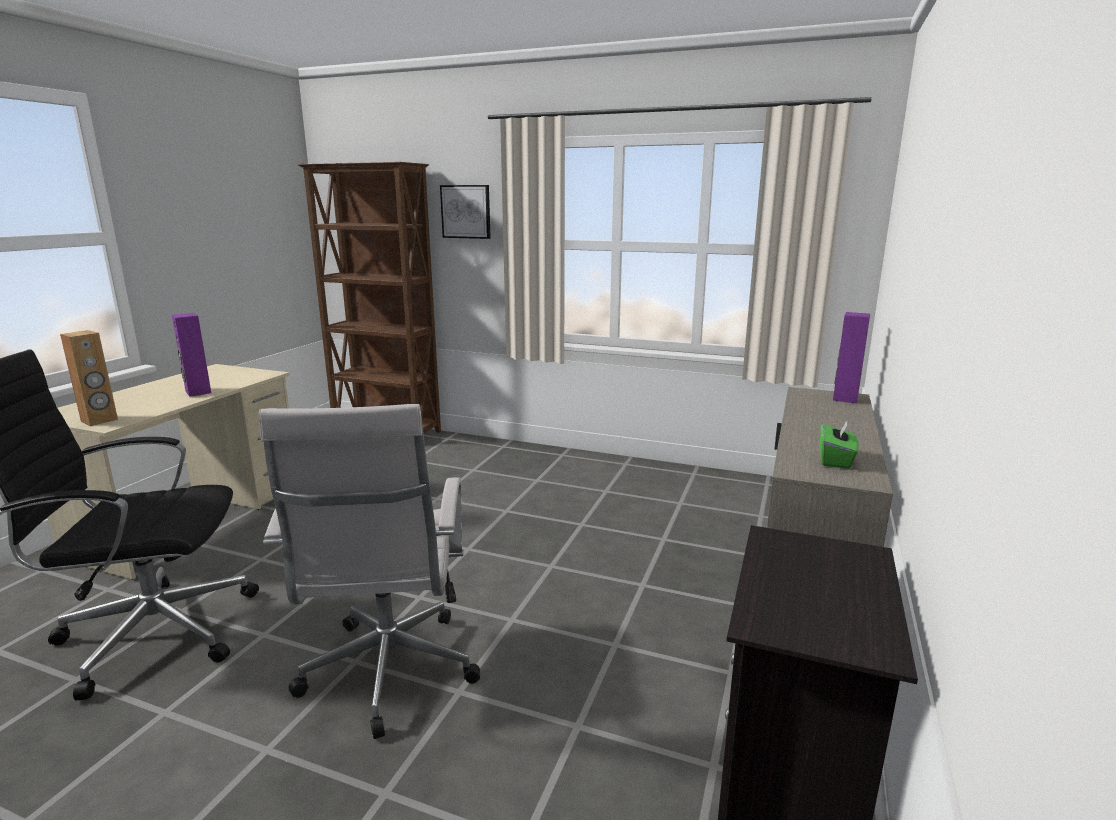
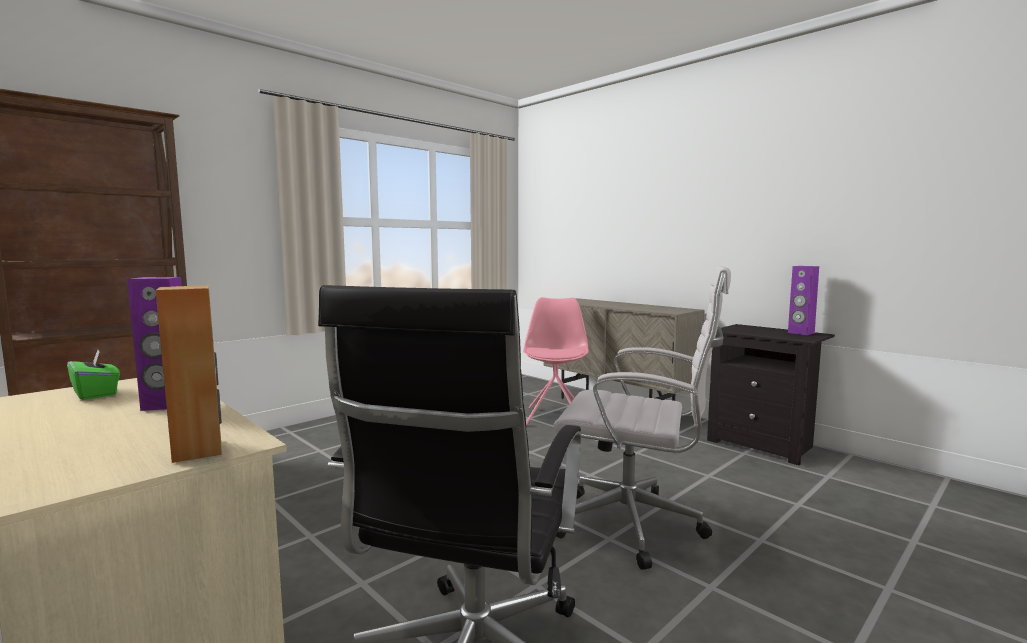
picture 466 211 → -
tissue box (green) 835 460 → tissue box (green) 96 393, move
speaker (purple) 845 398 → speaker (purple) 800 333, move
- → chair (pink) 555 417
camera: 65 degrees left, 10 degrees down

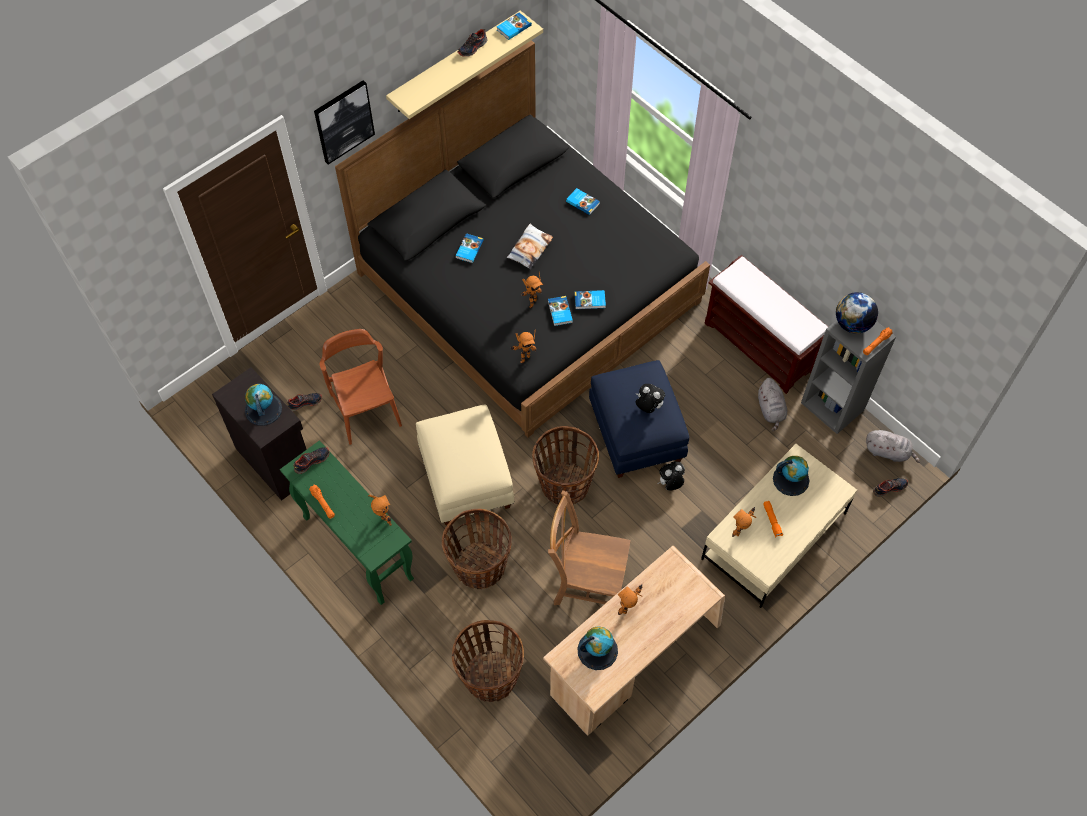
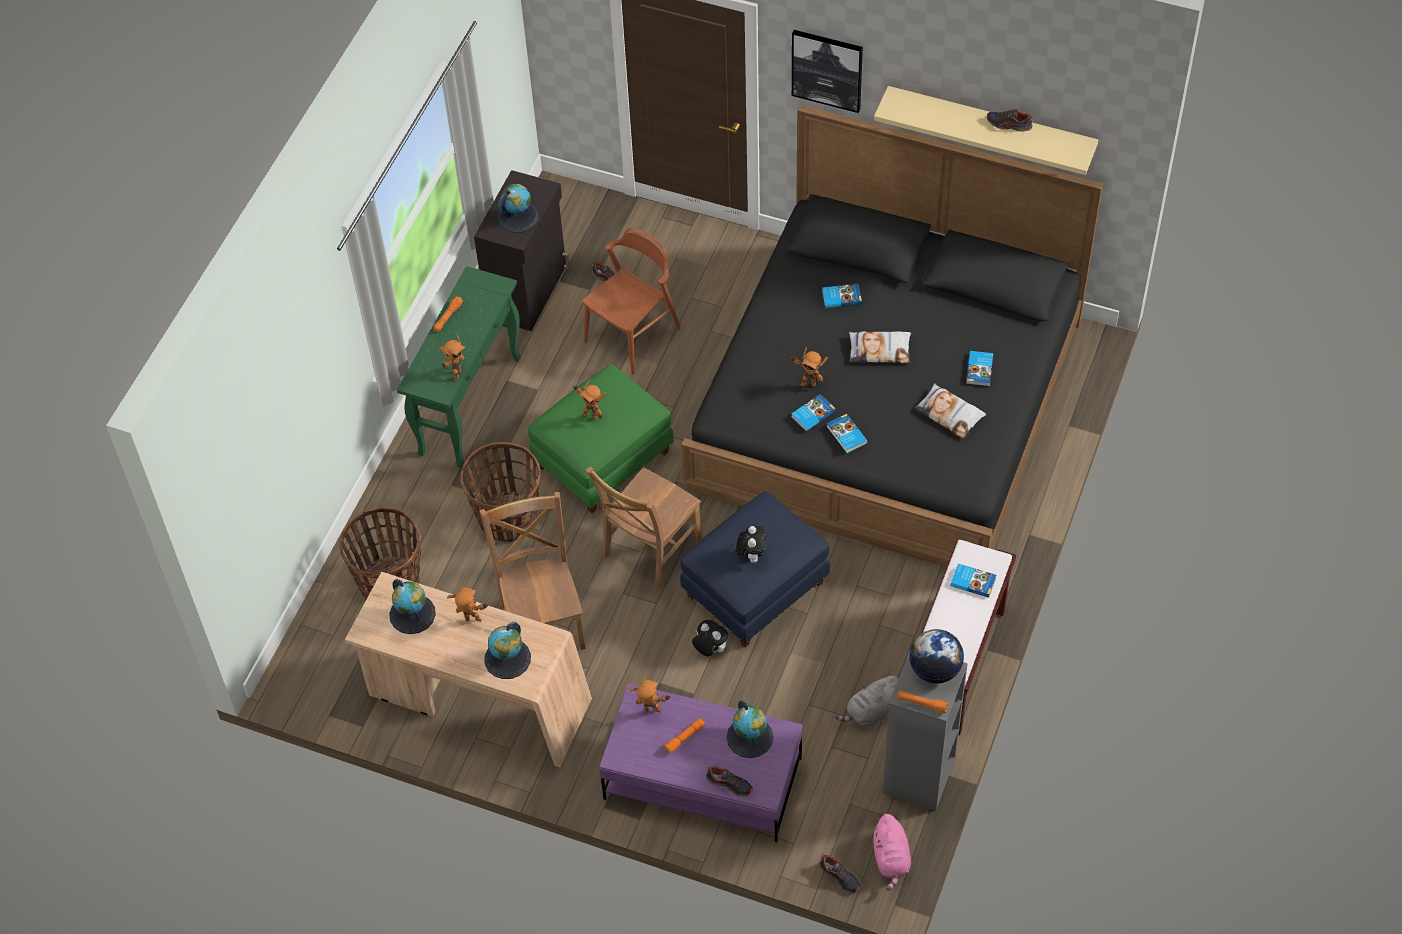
shoe 312 461 → shoe 729 784, move
ottoman (beige) 465 479 → ottoman (green) 602 458
book 513 27 → book 973 581, move
toy robot 523 358 → toy robot 590 415, move
basket 564 485 → chair (brown) 649 550
coffee table (beige) 774 536 → coffee table (purple) 702 779
plush toy (grey) 888 452 → plush toy (pink) 891 858
- → globe 507 658
- → pillow 950 414
camera: 65 degrees right, 5 degrees down

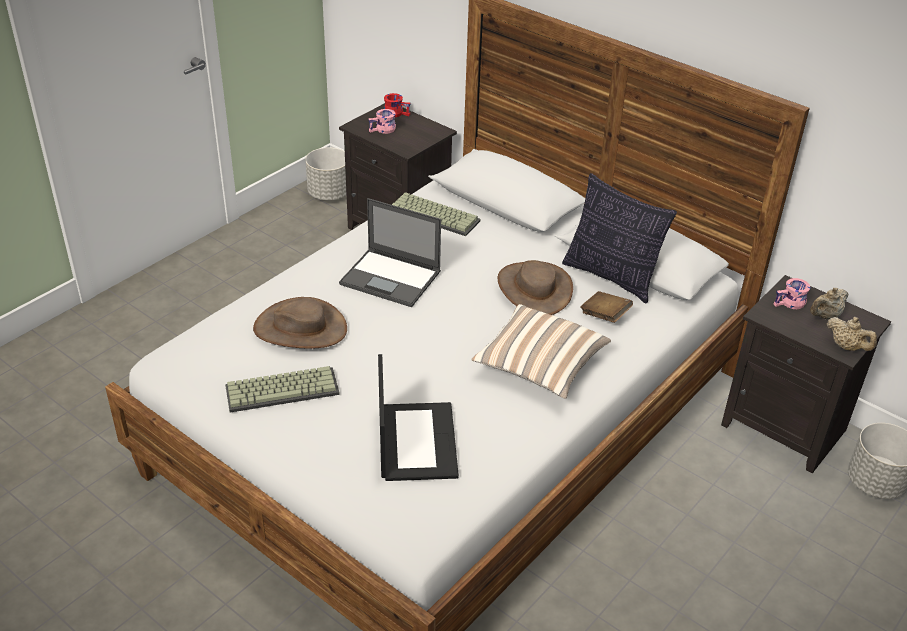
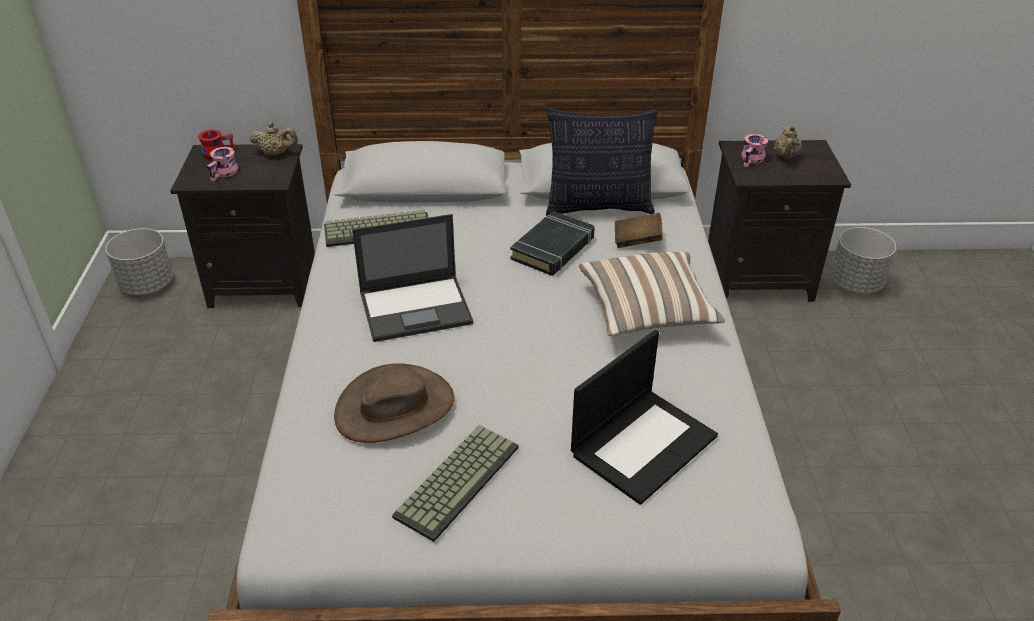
laptop 416 441 → laptop 643 444, 90 degrees clockwise
hat (brown) 534 289 → book (black) 553 249
teapot (beige) 847 347 → teapot (beige) 276 153, move
camera: 40 degrees left, 0 degrees up

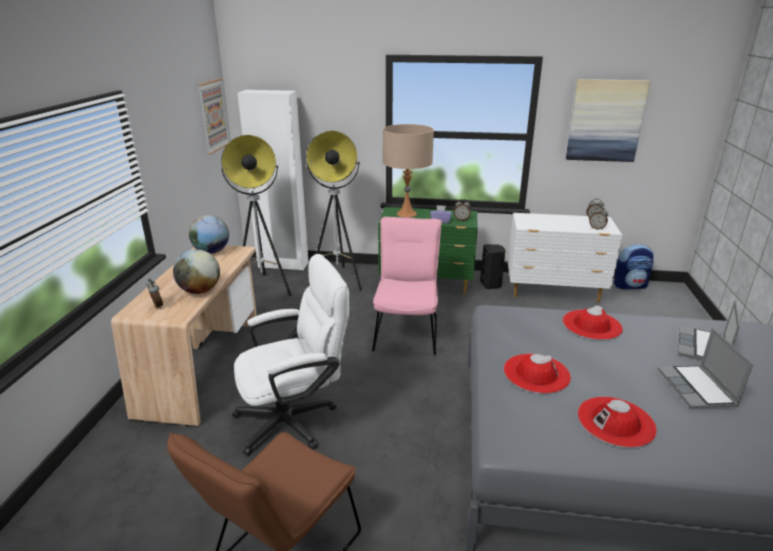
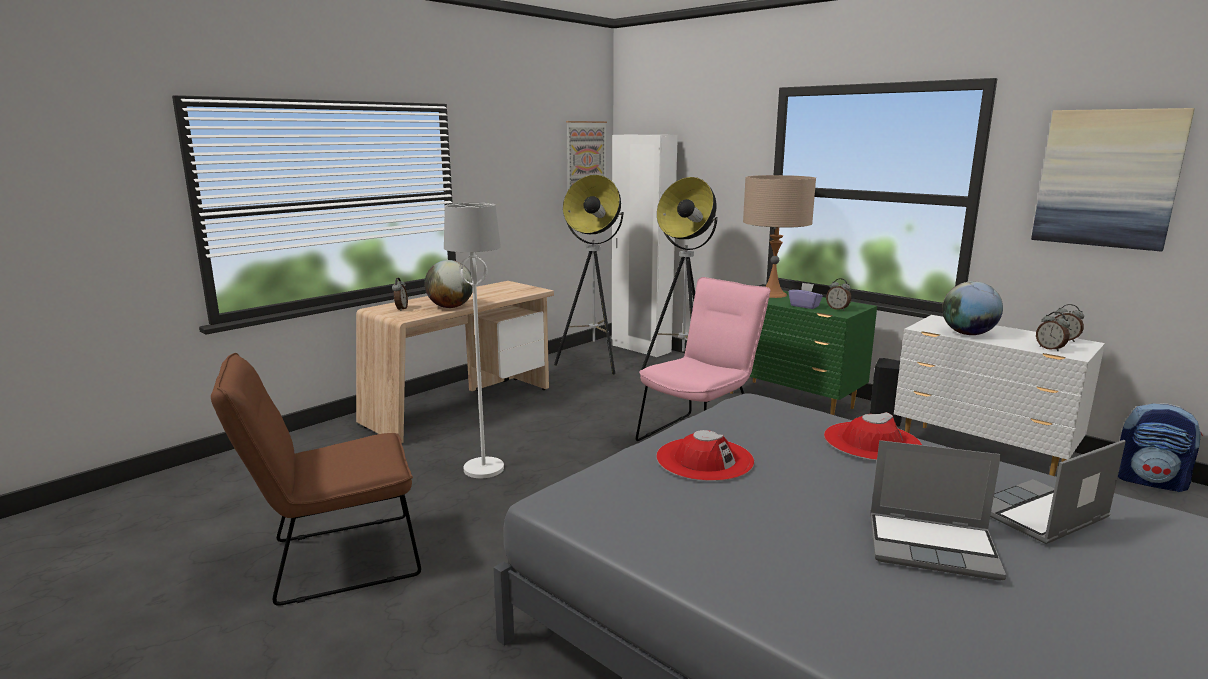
globe 211 252 → globe 967 334, move
office chair (white) 295 419 → floor lamp (white) 484 469
hat (red) 616 421 → -
laptop 697 388 → laptop 933 546, 105 degrees counterclockwise
camera: 35 degrees right, 10 degrees down

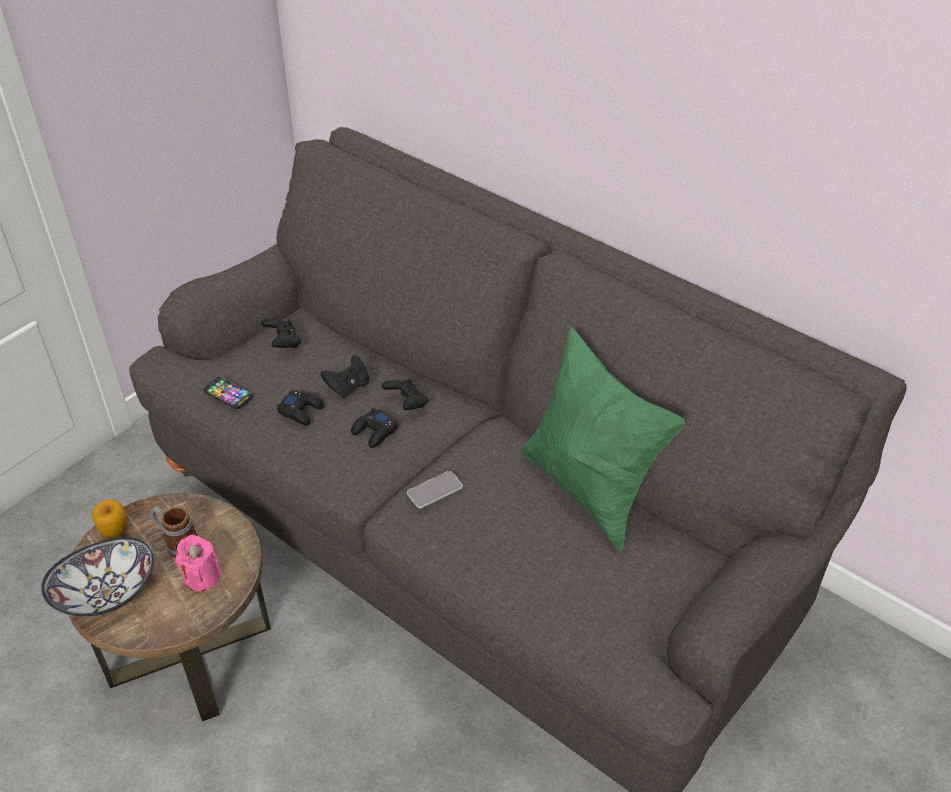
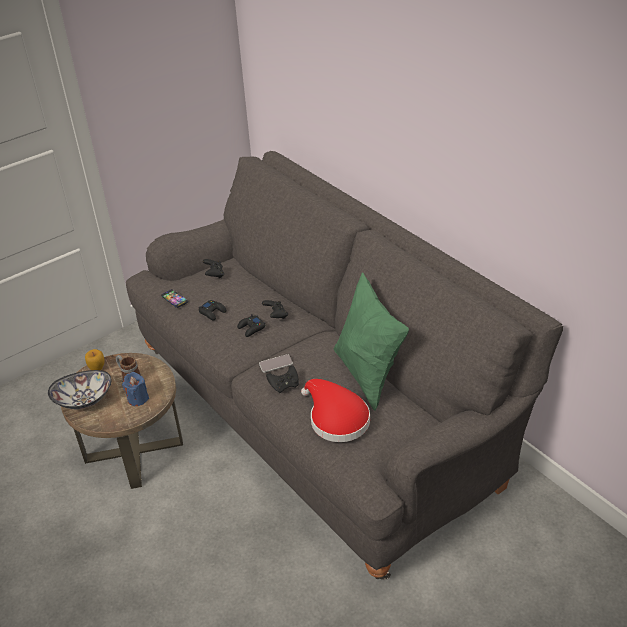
candle (pink) 202 577 → candle (blue) 138 398
game controller (black) 348 386 → game controller (black) 284 386, move
- → hat (red) 336 419
camera: 15 degrees right, 5 degrees down

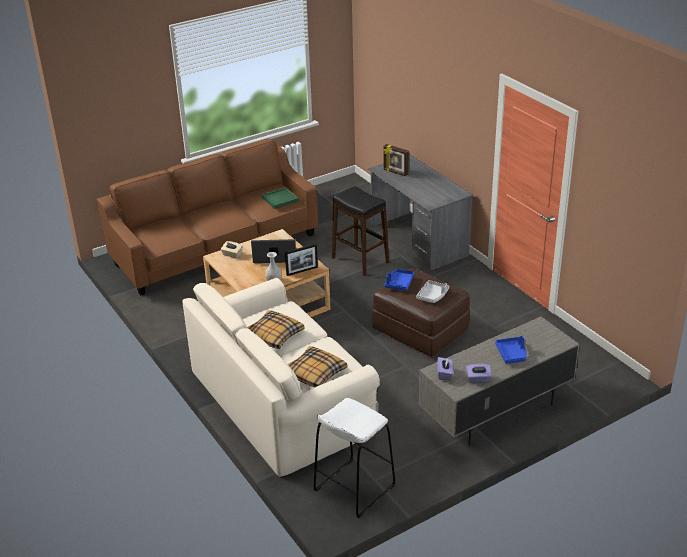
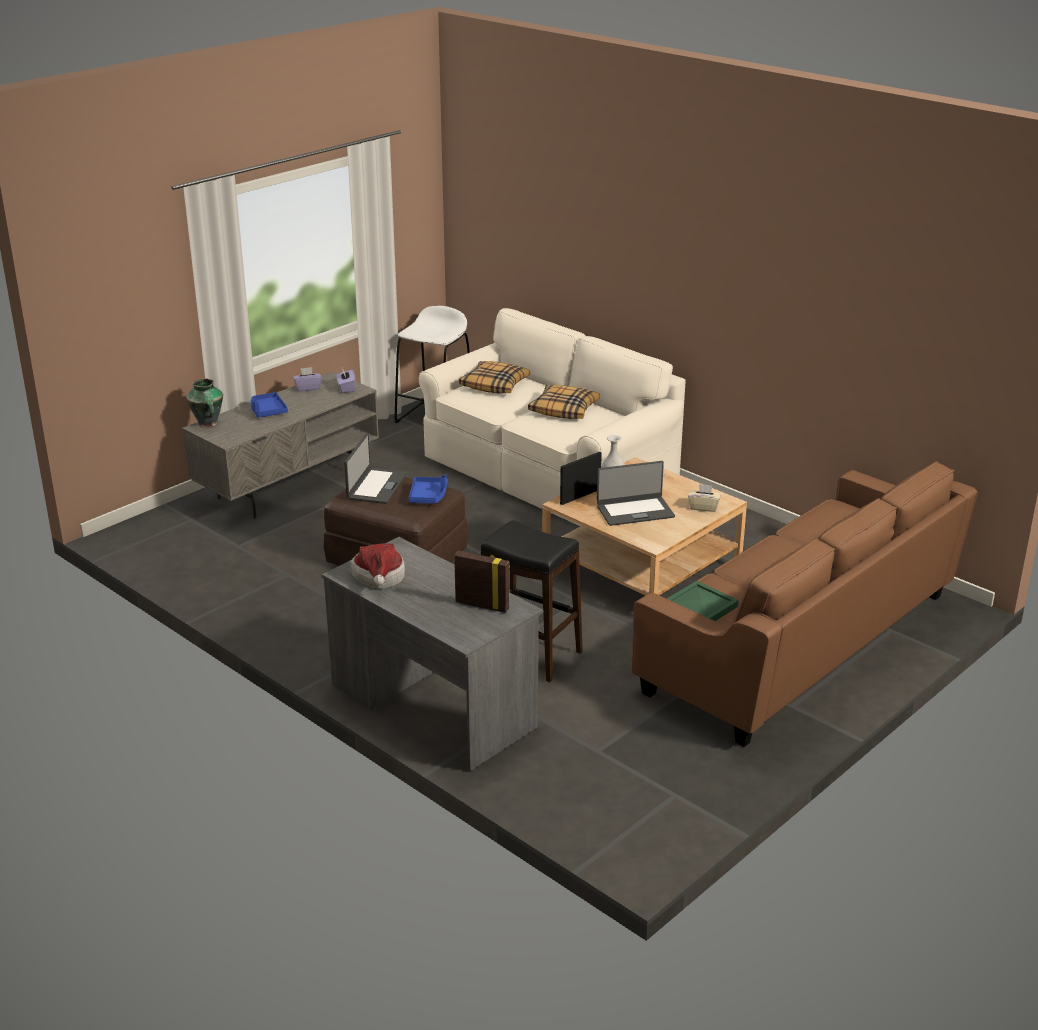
tray (grey) 432 296 → laptop 376 486
- → vase 208 424
- → hat 379 578
camera: 165 degrees right, 5 degrees down

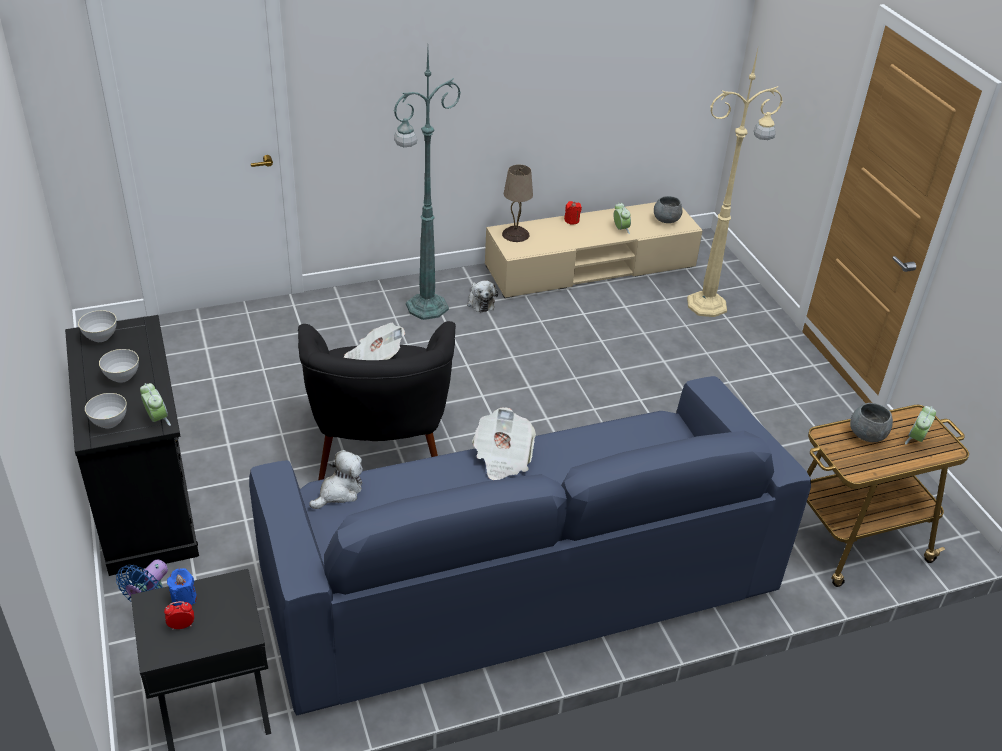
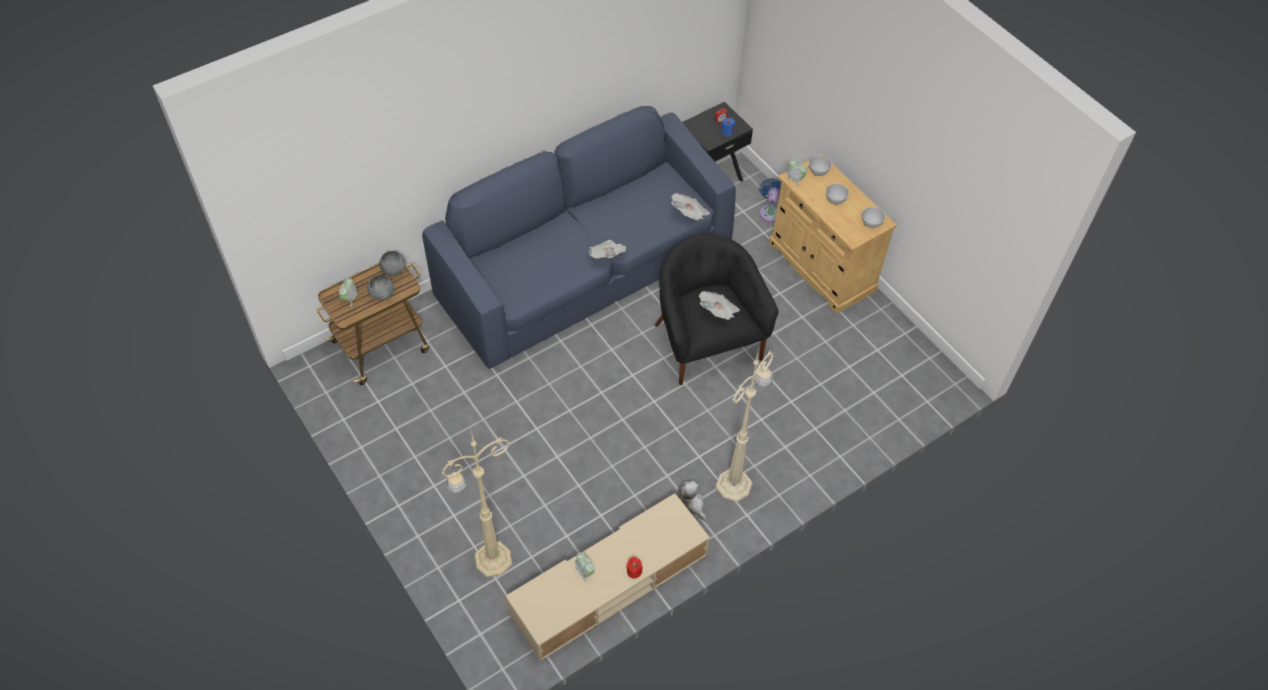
cabinet (black) 146 501 → cabinet (beige) 821 267
plush toy 339 492 → newspaper 689 214
floor lamp (green) 425 307 → floor lamp (beige) 735 483
table lamp (beige) 516 234 → -
bowl (grey) 666 220 → bowl (grey) 393 270, move
camera: 165 degrees right, 15 degrees up

